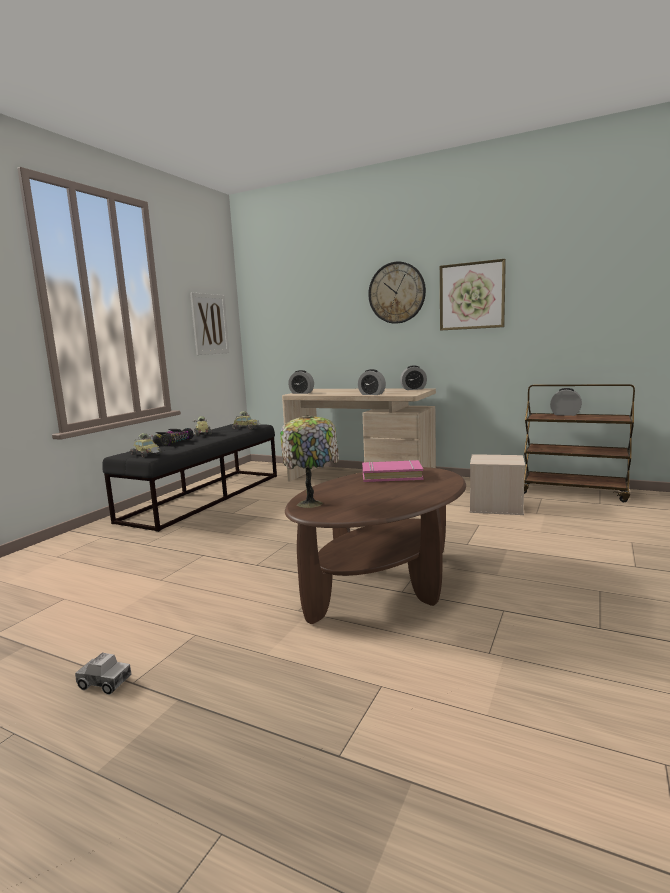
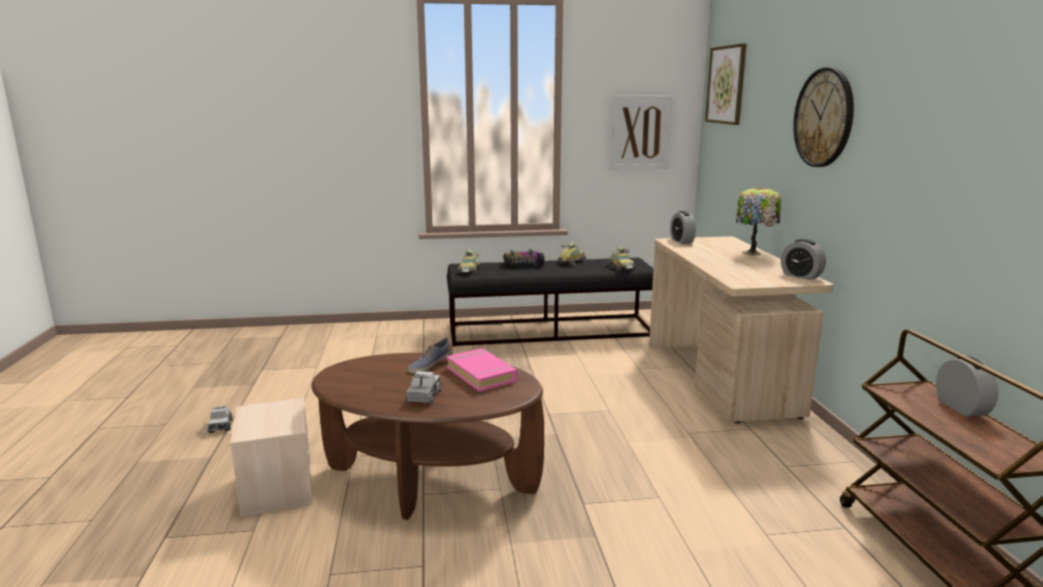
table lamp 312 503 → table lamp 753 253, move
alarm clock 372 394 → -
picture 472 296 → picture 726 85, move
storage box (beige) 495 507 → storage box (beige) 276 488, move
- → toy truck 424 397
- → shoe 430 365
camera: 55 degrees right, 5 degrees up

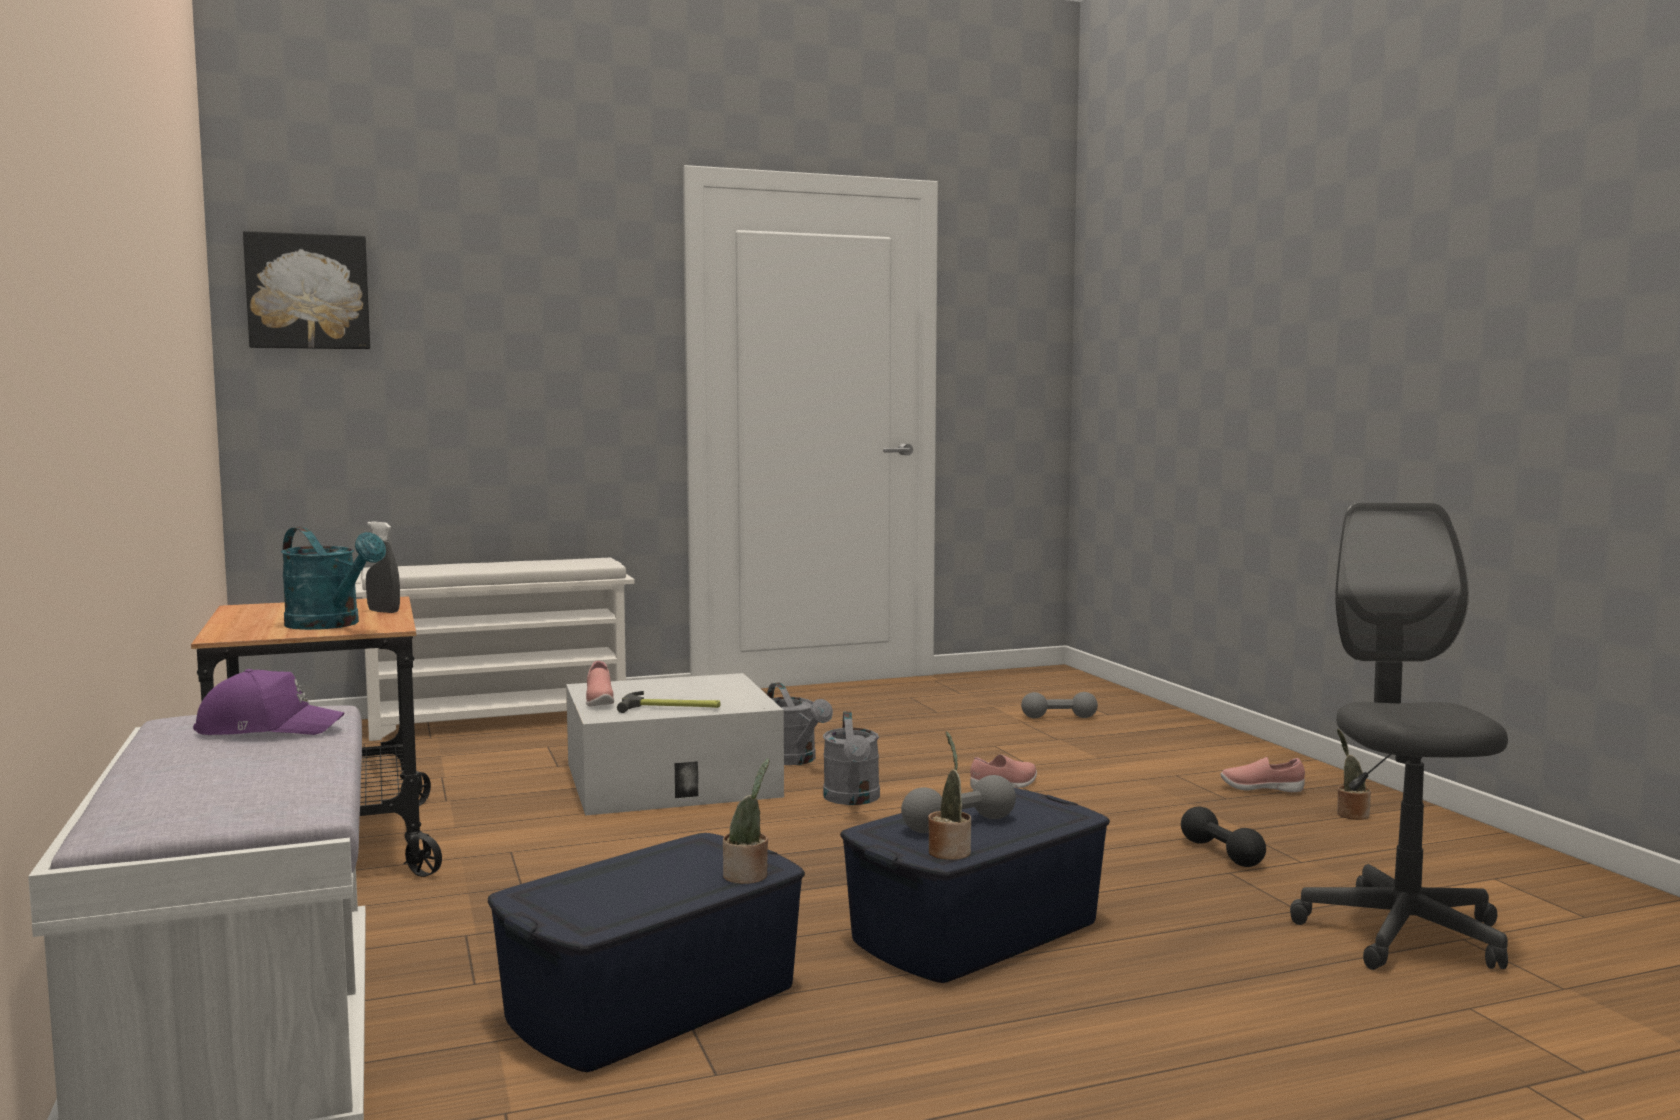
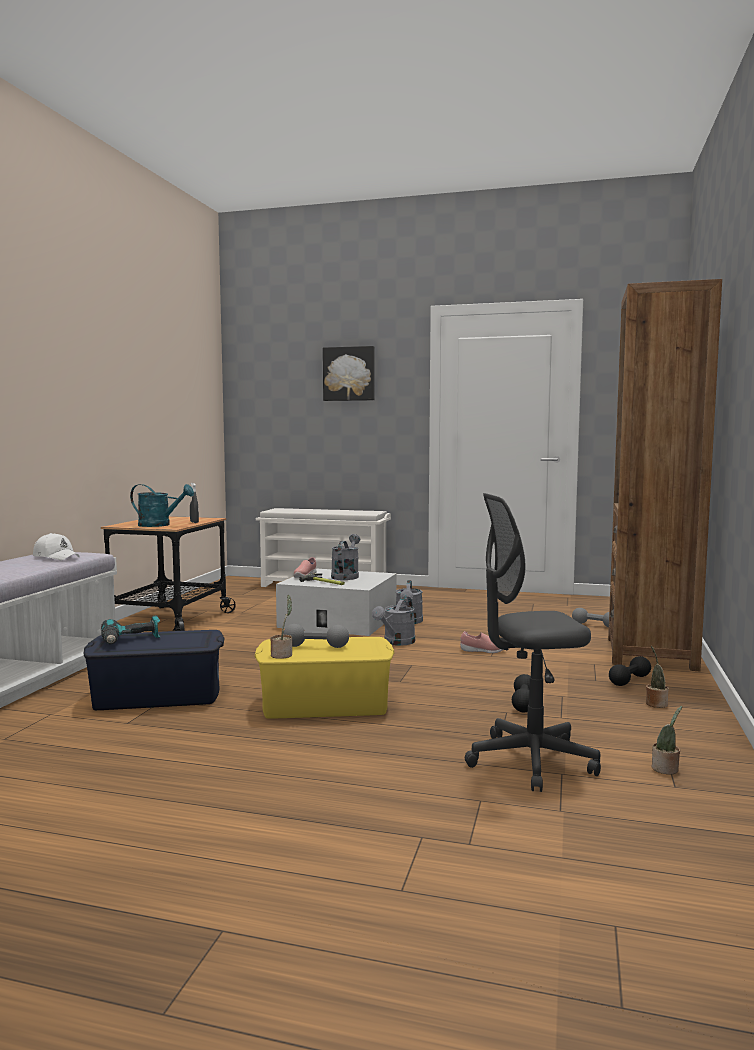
cap (purple) 268 728 → cap (white) 56 557
picture 308 292 → picture 349 374, move
watering can (turquoise) 331 625 → watering can (turquoise) 160 525, 60 degrees counterclockwise
potted plant 748 876 → potted plant 666 769, move
storage box (blue) 974 930 → storage box (yellow) 324 704
shoe (pink) 1261 789 → dumbbell (black) 629 680
office chair (grey) 1402 934 → office chair (grey) 531 761, 135 degrees counterclockwise
- → power drill 131 640
- → watering can (grey) 346 576
- → bookcase (brown) 651 654
camera: 35 degrees right, 0 degrees up

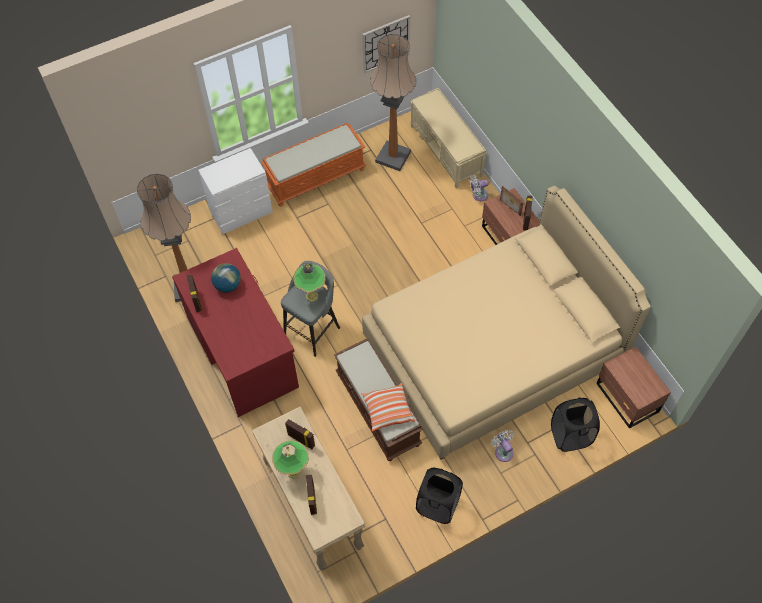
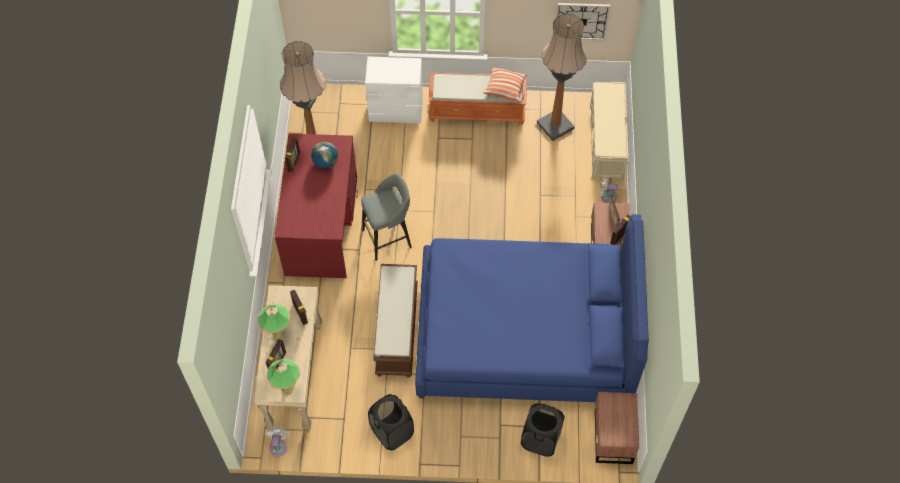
table lamp 312 296 → table lamp 287 388, move
bed (beige) 492 351 → bed (blue) 524 334
pillow 387 410 → pillow 504 88, move
fan (white) 503 451 → fan (white) 278 446, move
camera: 30 degrees right, 0 degrees up

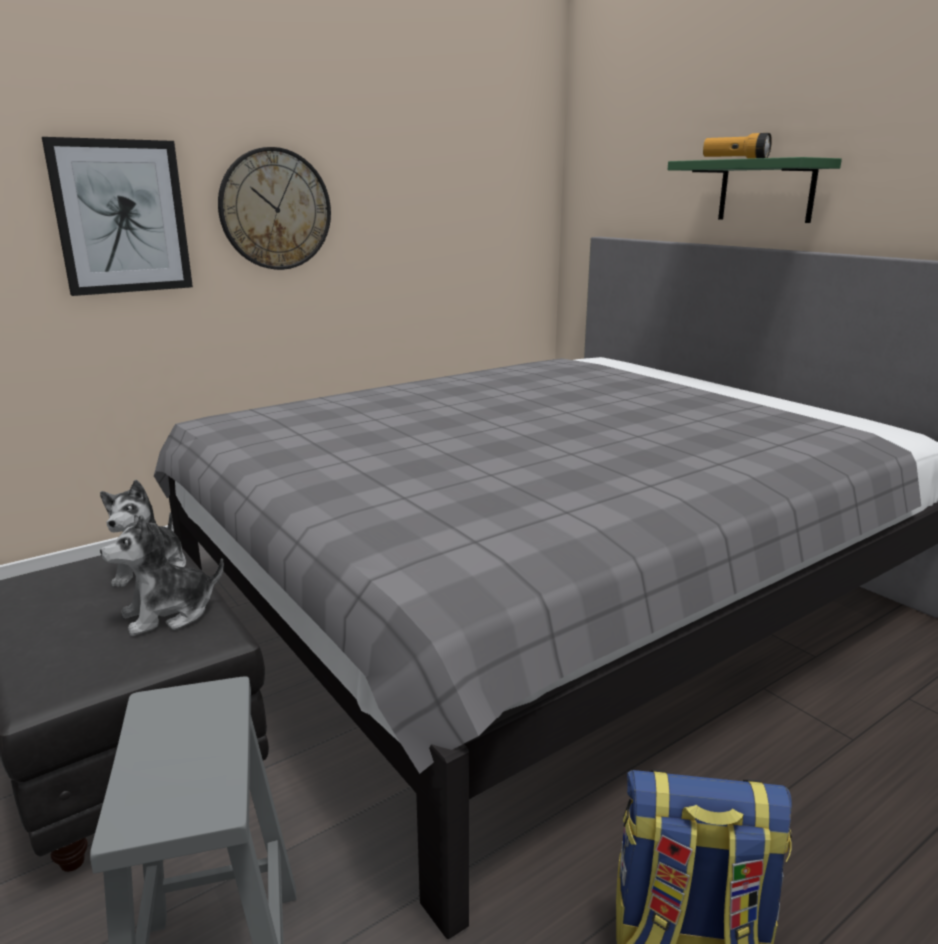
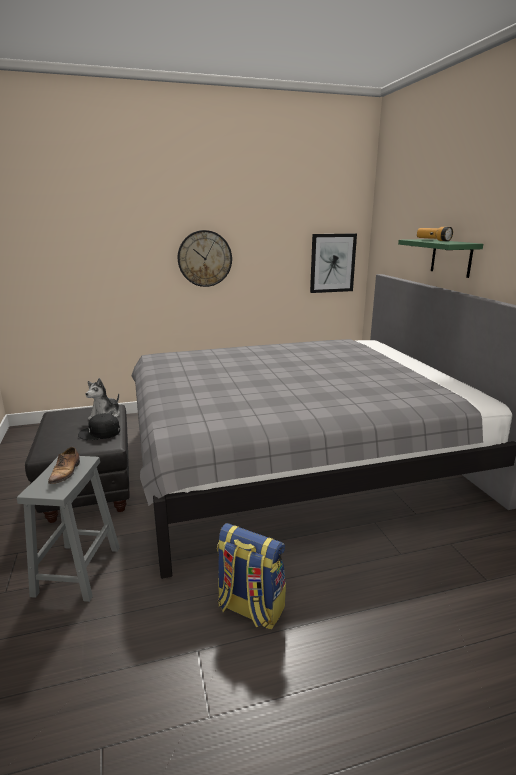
picture 121 217 → picture 332 263, move
plush toy 169 614 → cap (black) 100 433
- → shoe 66 472
camera: 20 degrees right, 0 degrees up

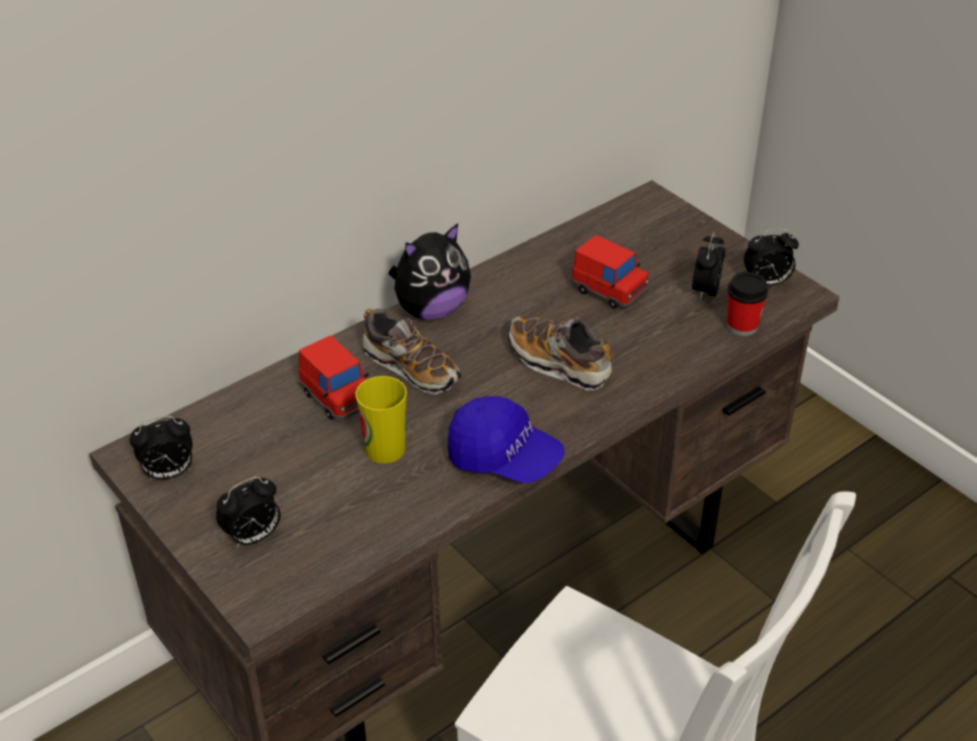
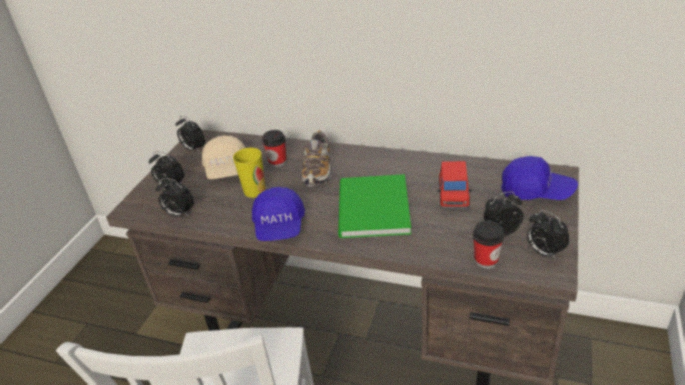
toy car (red) 337 397 → cup 277 162
plush toy 431 310 → -
shoe 558 363 → book (green) 371 210
- → alarm clock 179 214
- → cap (beige) 227 170
- → cap (blue) 536 192
camera: 60 degrees right, 5 degrees down

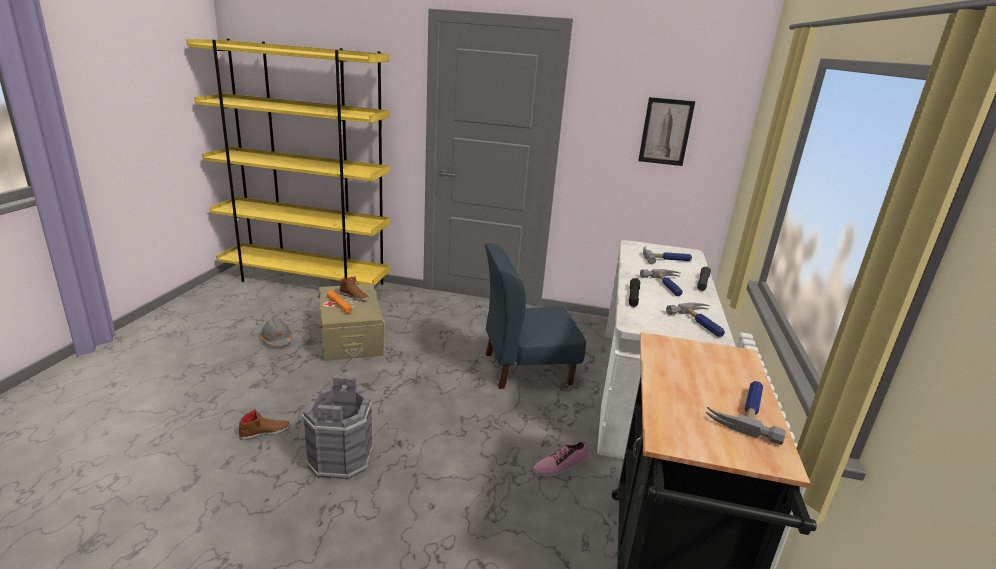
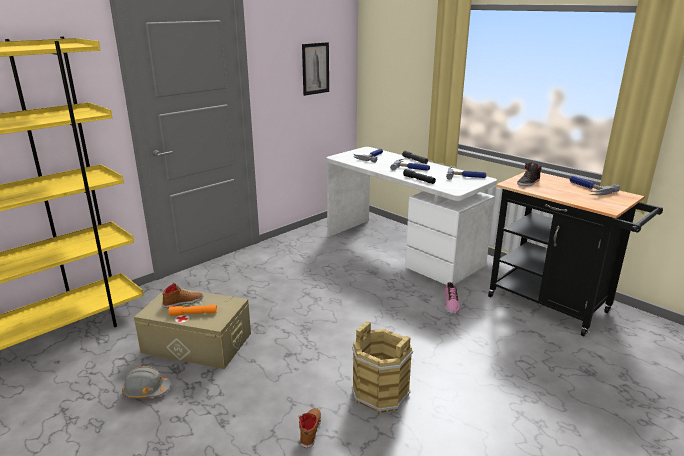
bucket (grey) 341 458 → bucket (brown) 381 392
chair (blue) 526 368 → -
- → shoe (black) 528 183
camera: 55 degrees left, 0 degrees up

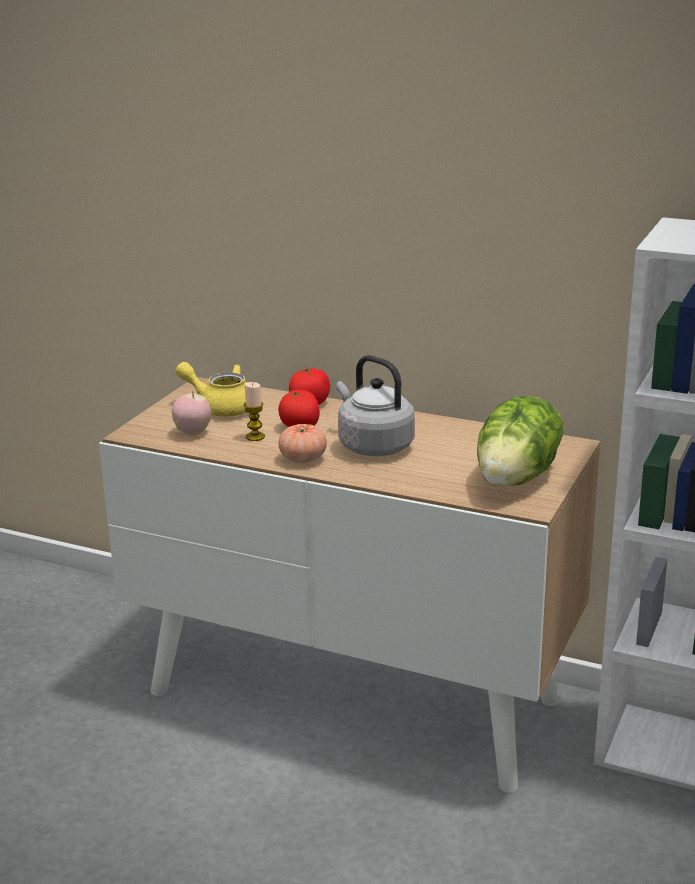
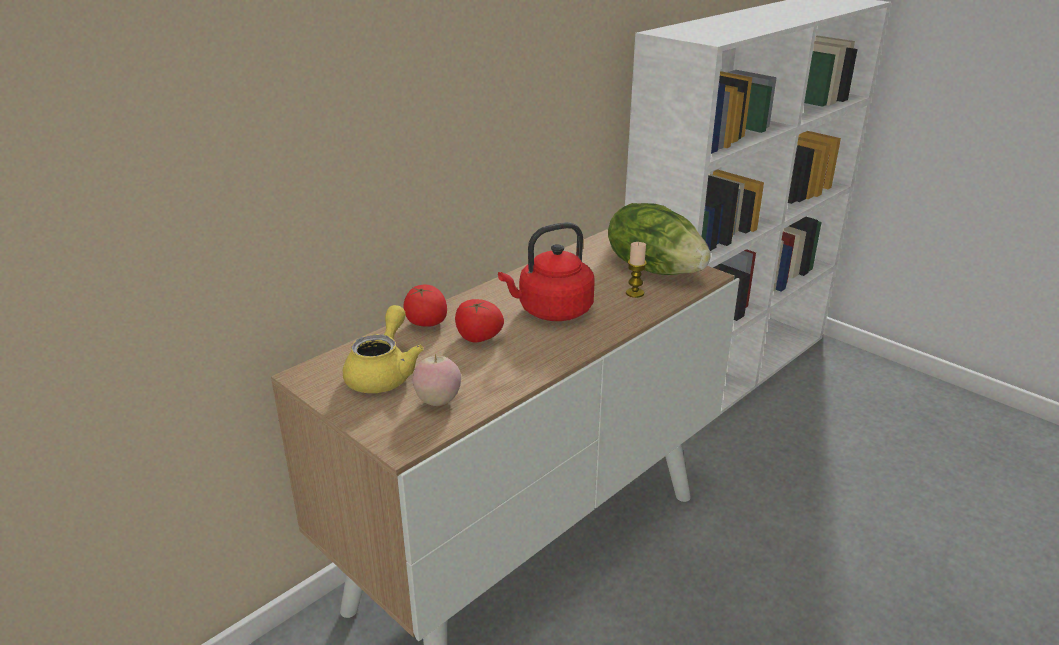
teapot (yellow) 221 407 → teapot (yellow) 384 373, 150 degrees clockwise
candle 255 437 → candle 634 293, move
tomato 303 458 → -
kettle (grey) 373 446 → kettle (red) 551 311
camera: 70 degrees left, 5 degrees up

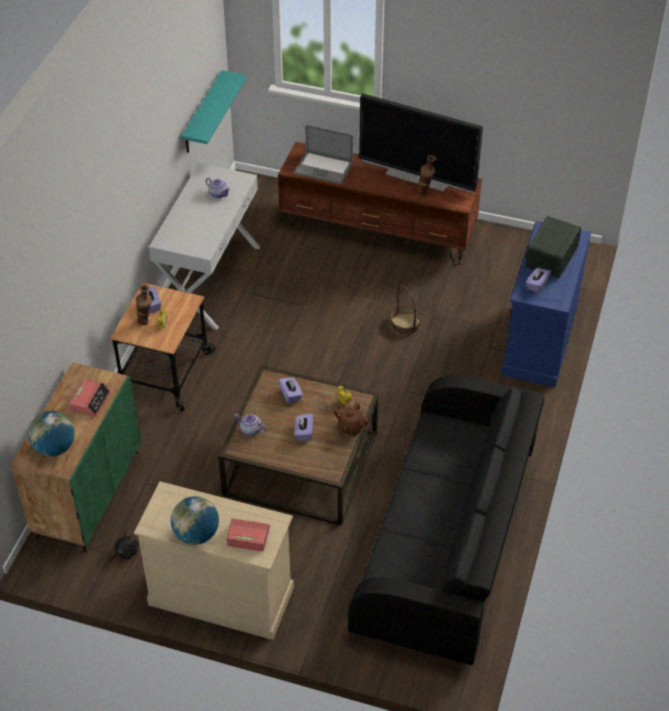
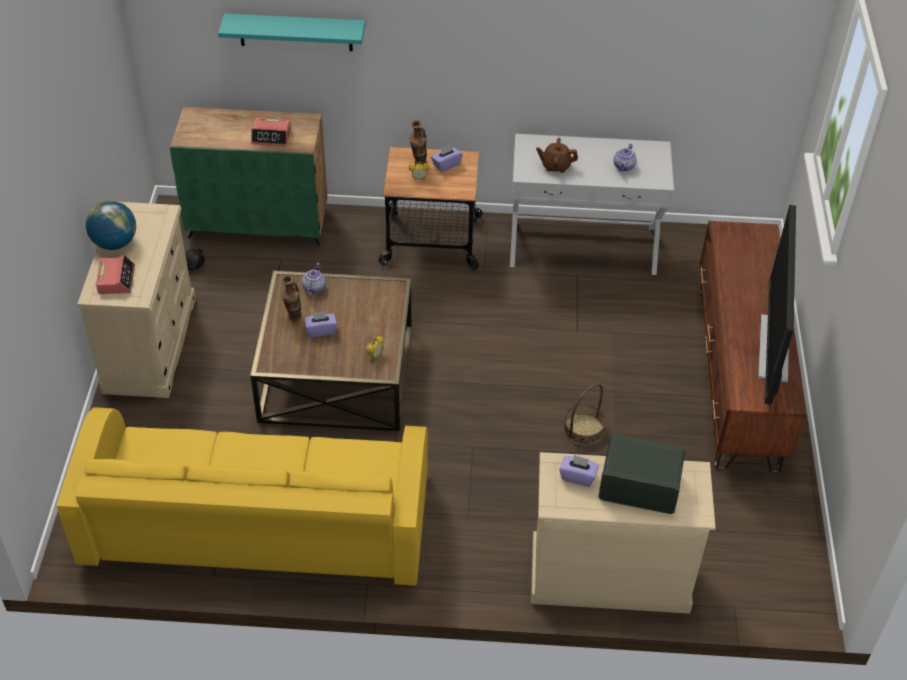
globe 54 448 → -
shelf (turquoise) 202 113 → shelf (turquoise) 295 32, move
tissue box (purple) 291 395 → -
laptop 323 168 → -
teapot (brown) 350 428 → teapot (brown) 555 166, move
sofa (black) 447 538 → sofa (yellow) 257 521
vase 424 194 → vase 293 320, move
dresser (blue) 539 341 → dresser (beige) 609 575
camera: 75 degrees right, 0 degrees up

